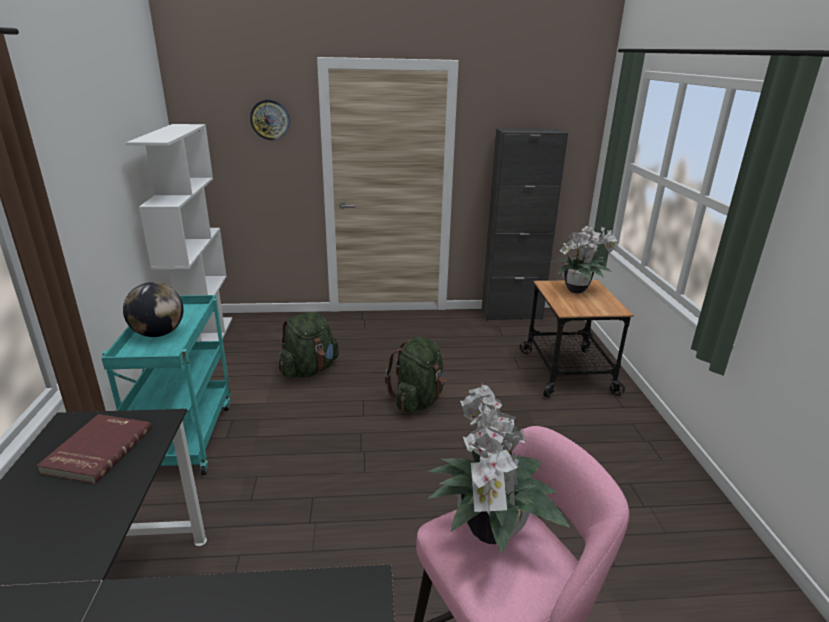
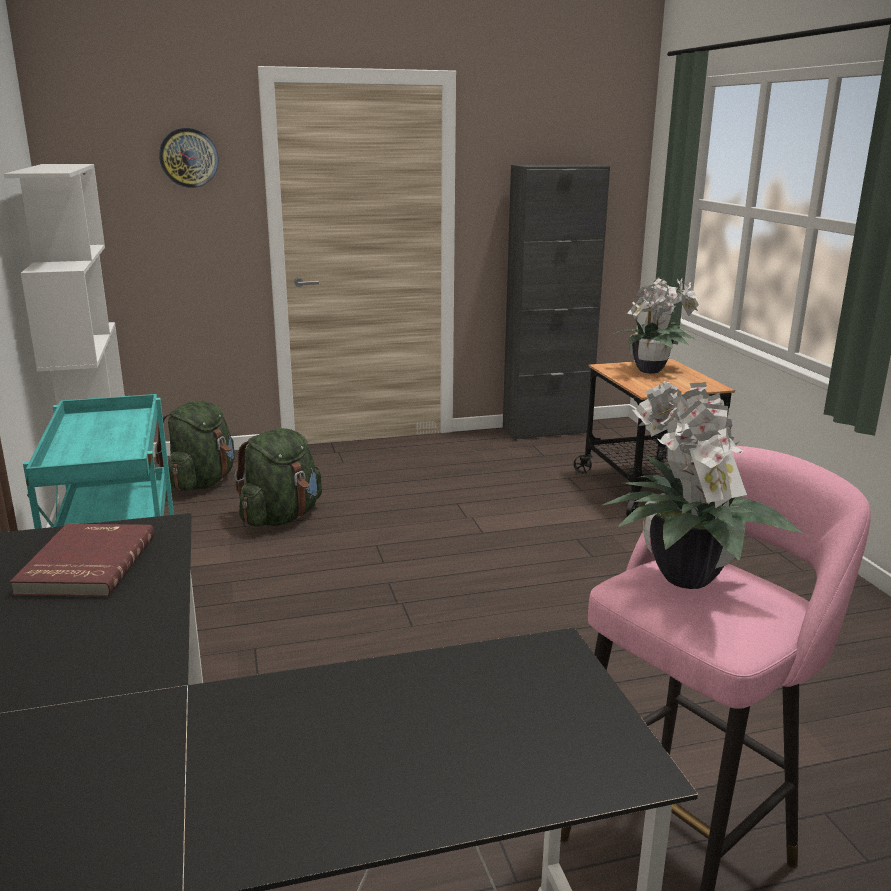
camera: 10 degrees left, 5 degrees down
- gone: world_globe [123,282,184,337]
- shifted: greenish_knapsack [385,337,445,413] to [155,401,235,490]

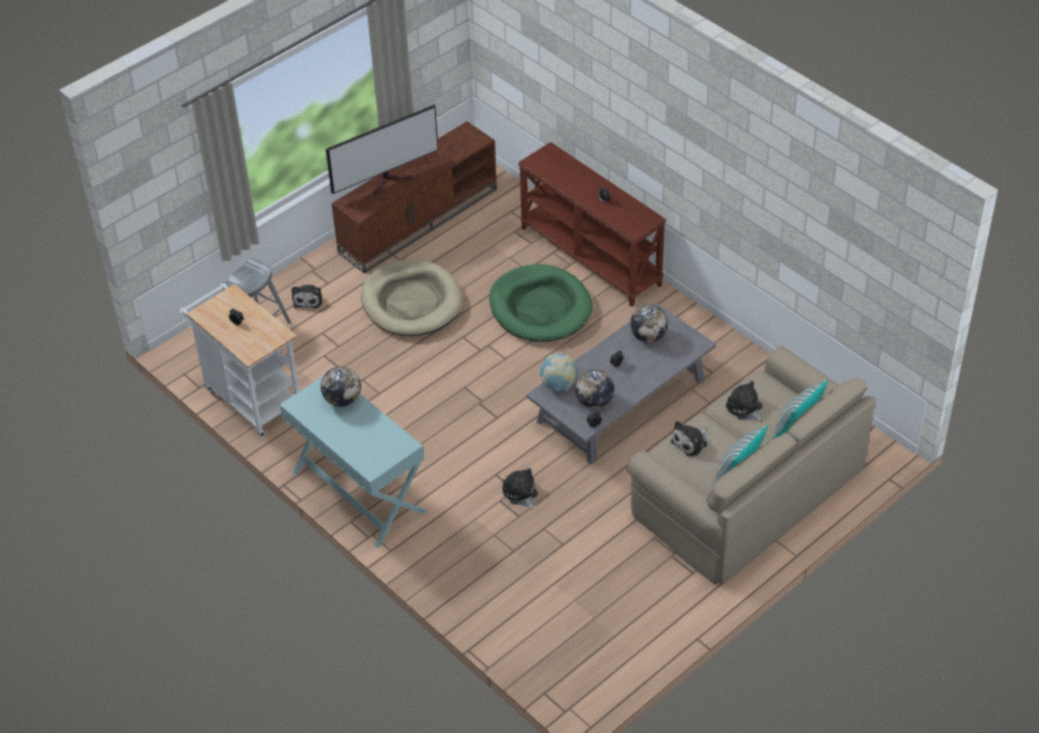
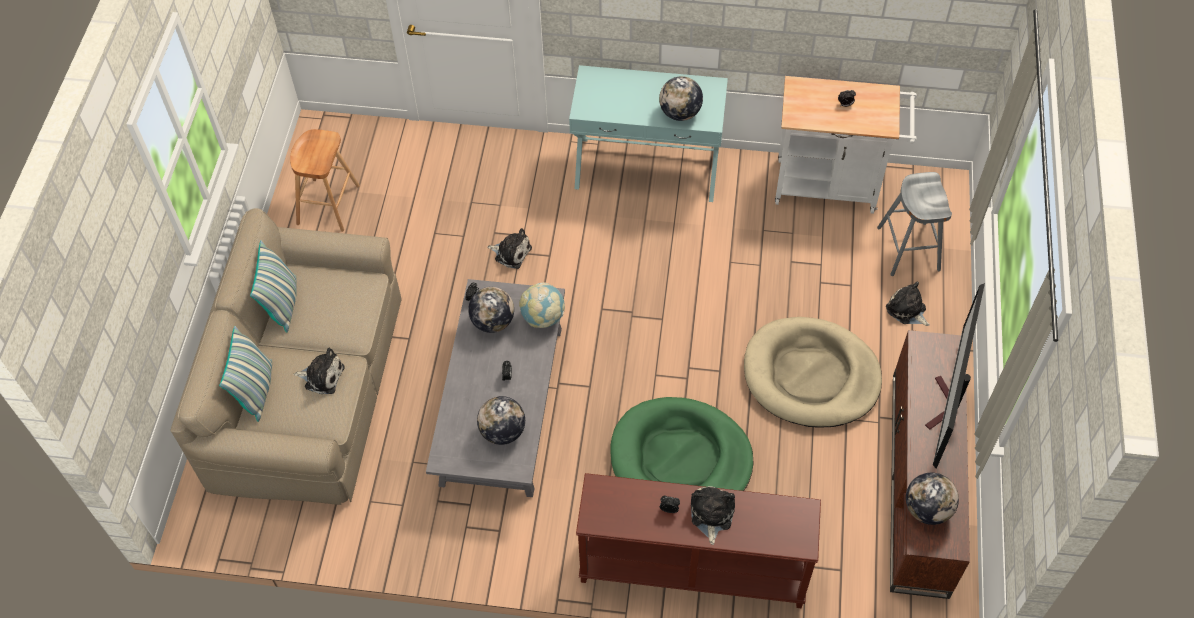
camera: 140 degrees right, 10 degrees up
- shifted: cuddly_toy [671,421,707,457] to [691,486,735,545]
- new: brownish_sitting_stool [290,129,360,232]
- new: world_globe [906,473,959,525]

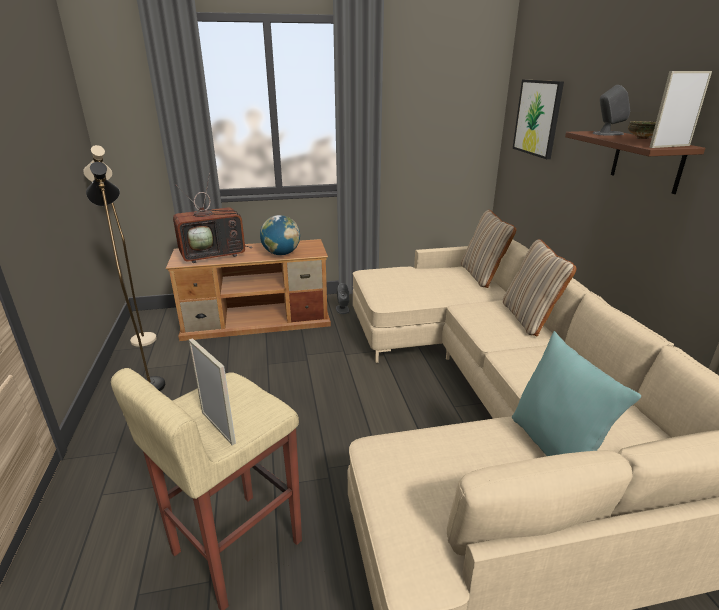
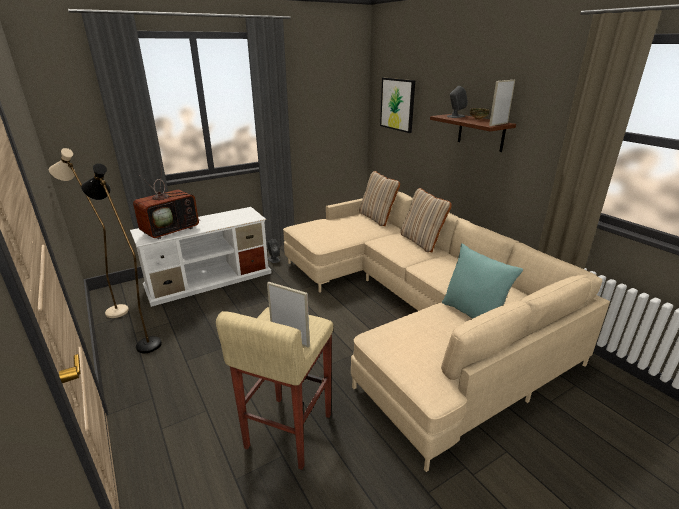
camera: 20 degrees left, 0 degrees up
- repainted: brownish_media_console [166,239,331,341] to white-coloured_media_console [130,207,272,307]
- gone: world_globe [260,215,300,255]

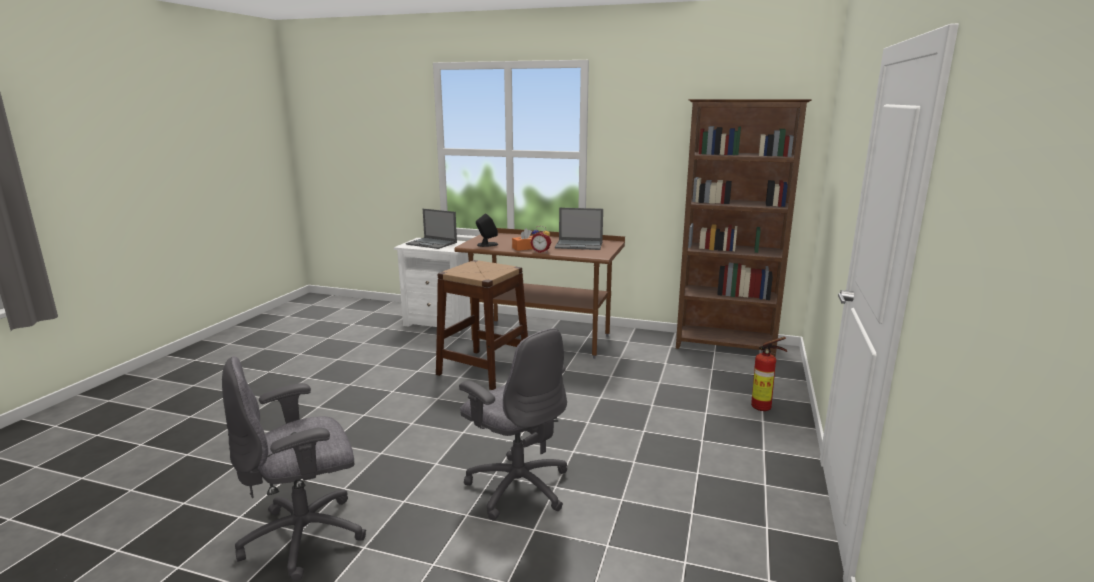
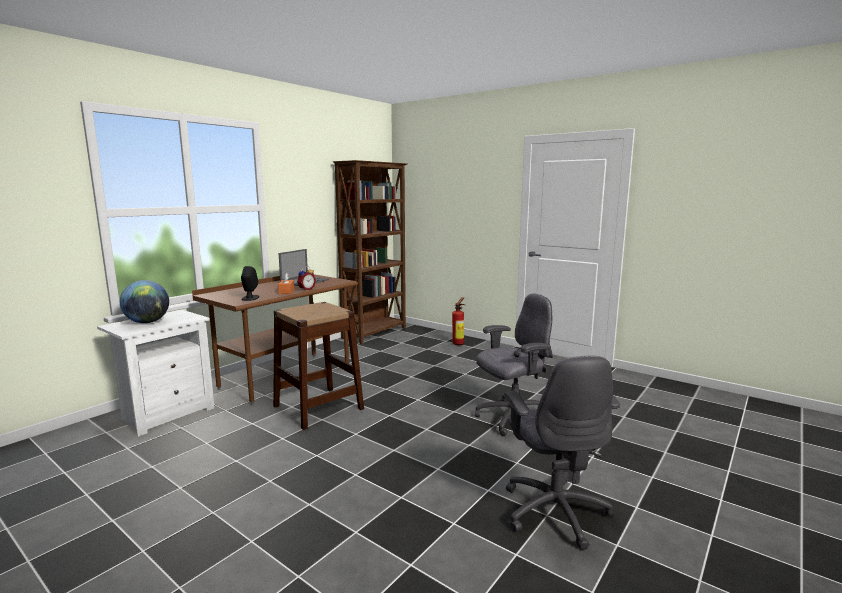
camera: 70 degrees left, 5 degrees down
- swapped: portable_computer [406,209,457,249] to world_globe [120,280,169,323]

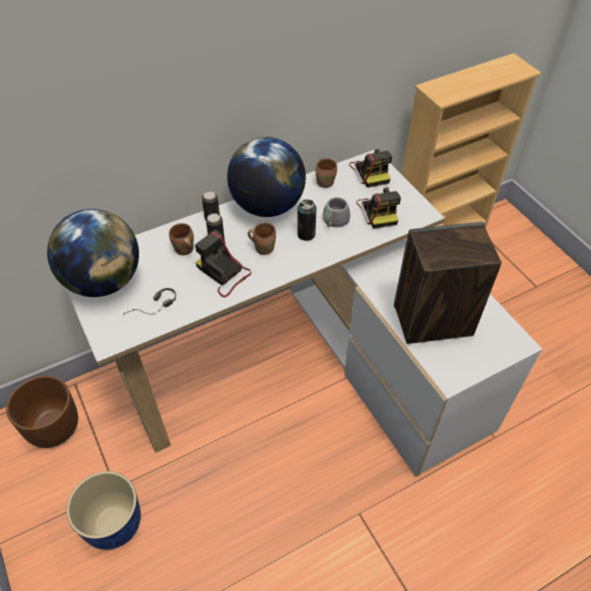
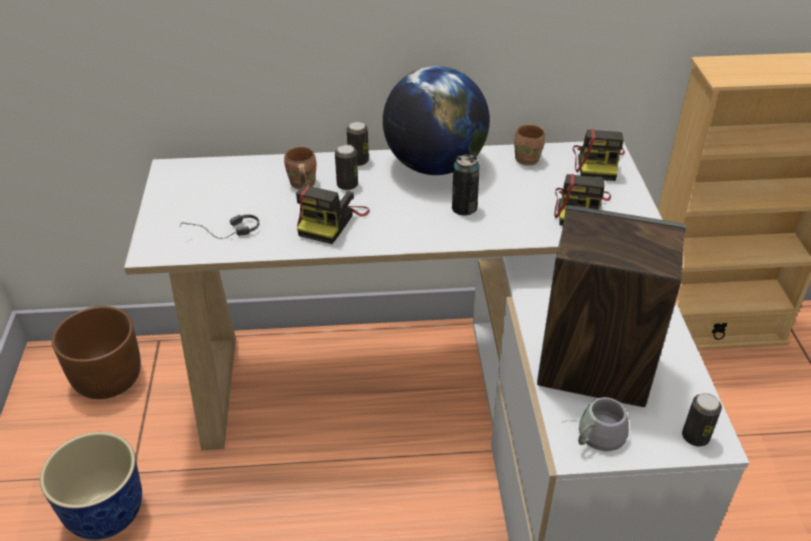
camera: 25 degrees right, 10 degrees down
- gone: world_globe [47,209,139,297]
- rotated: photo_camera [195,230,251,297] = [296,185,370,244] 135 degrees counterclockwise
- gone: brownish_coffee_mug [248,222,276,255]
- shifted: gray_coffee_mug [317,197,350,227] to [562,397,629,451]
- new: metal_can [682,393,722,447]

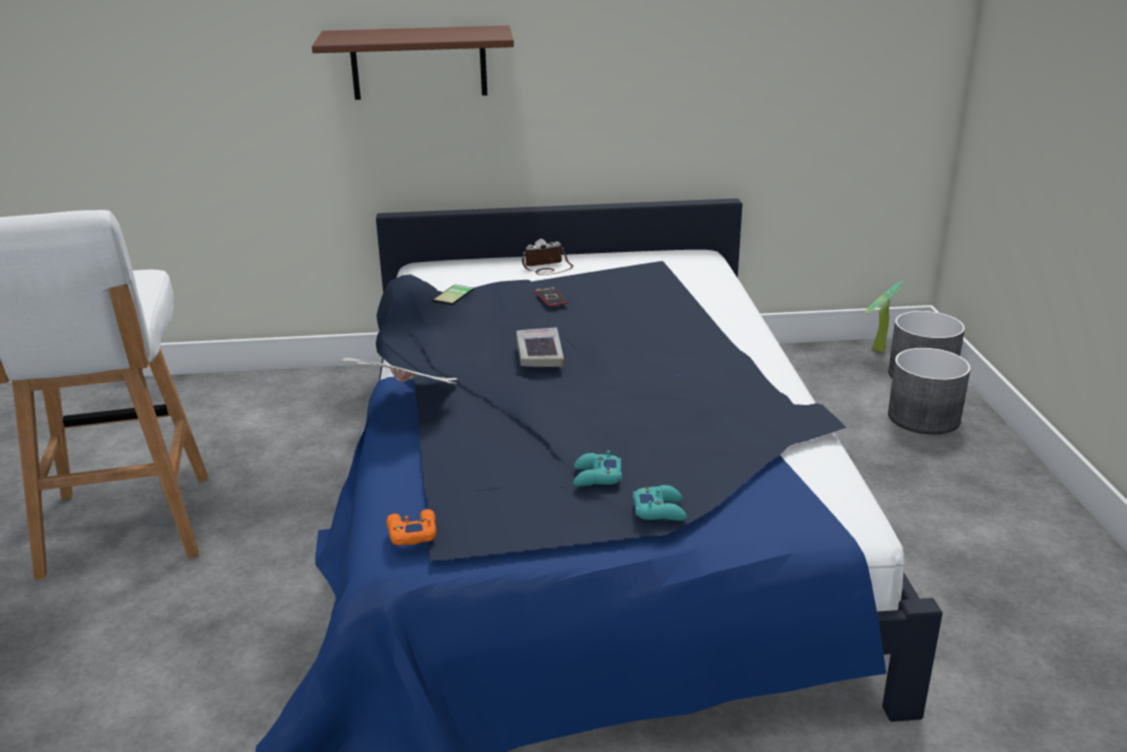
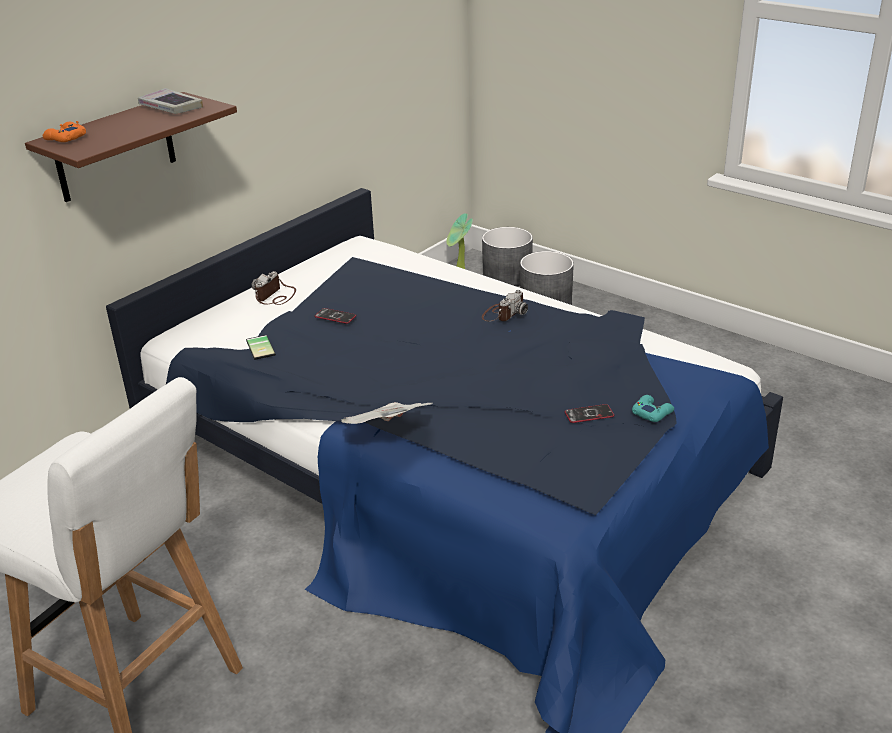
camera: 45 degrees left, 5 degrees up
- shifted: orange-coloured_gamepad [386,509,436,545] to [43,121,86,142]
- shifted: book [516,328,564,367] to [138,88,203,114]
- swapped: blue-green_gamepad [573,450,622,487] to telephone [564,404,614,423]
- new: photo_camera [482,290,528,321]

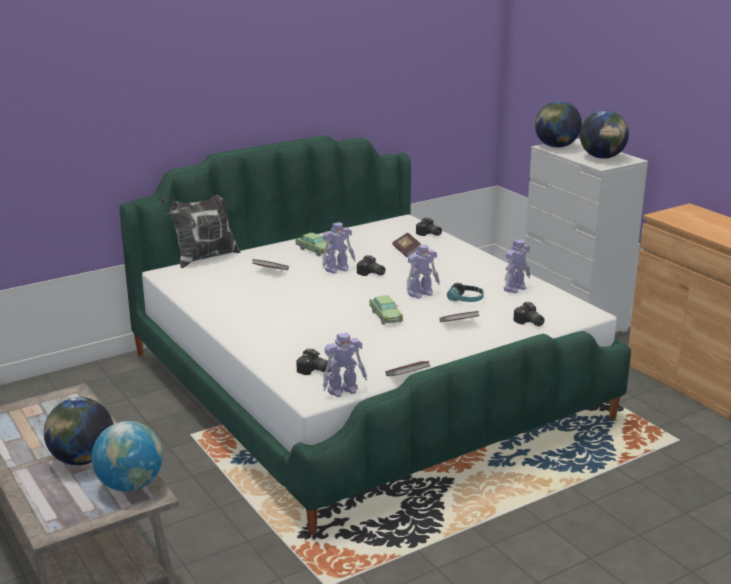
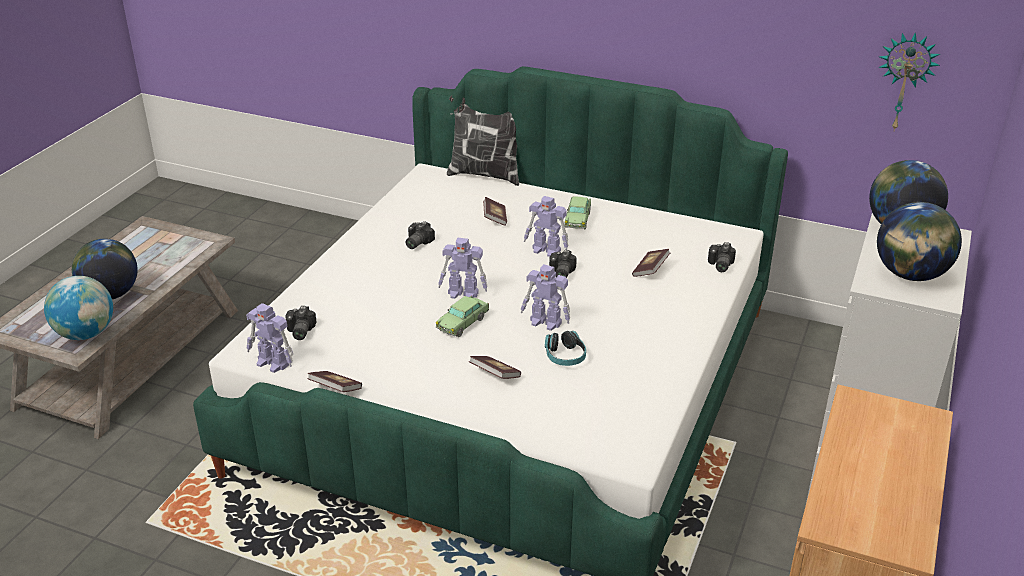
camera: 55 degrees right, 10 degrees up
- shifted: robot_figure [504,239,530,293] to [438,238,488,299]
- shifted: photo_camera [513,301,545,326] to [406,221,435,249]
- new: hanging_clock [879,32,940,132]

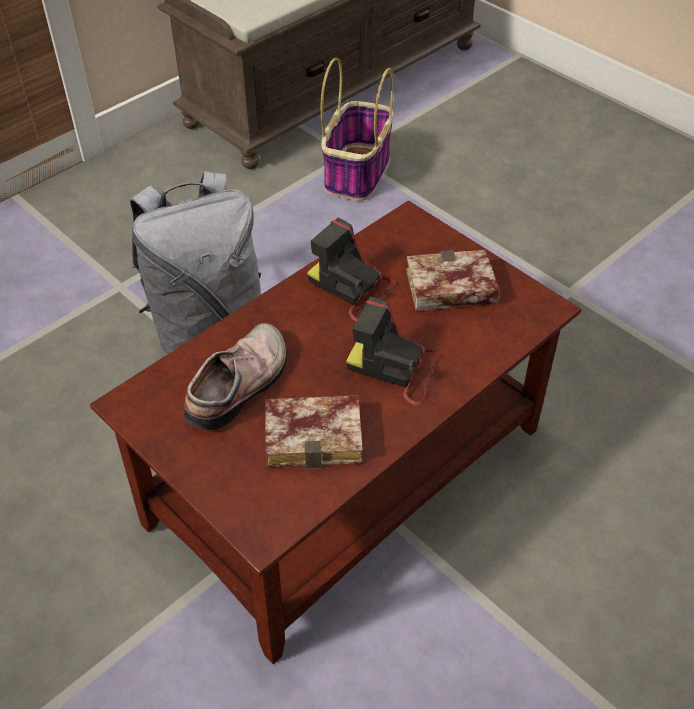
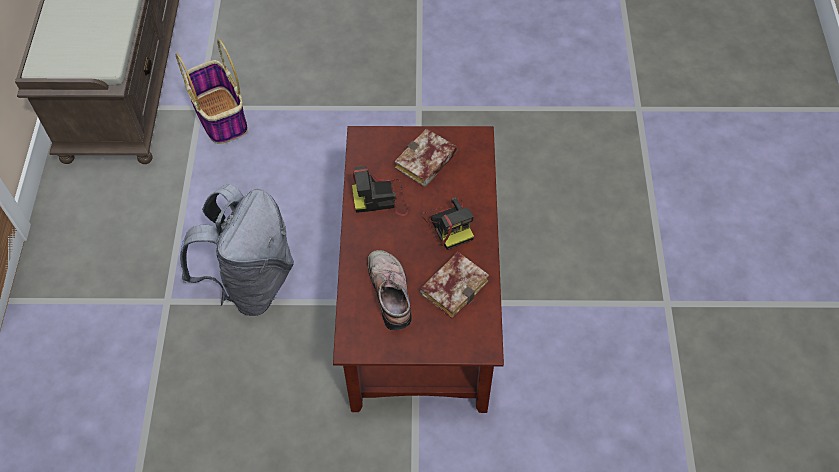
camera: 45 degrees left, 10 degrees up
- rotated: photo_camera [346,296,440,405] = [422,197,474,250] 90 degrees counterclockwise

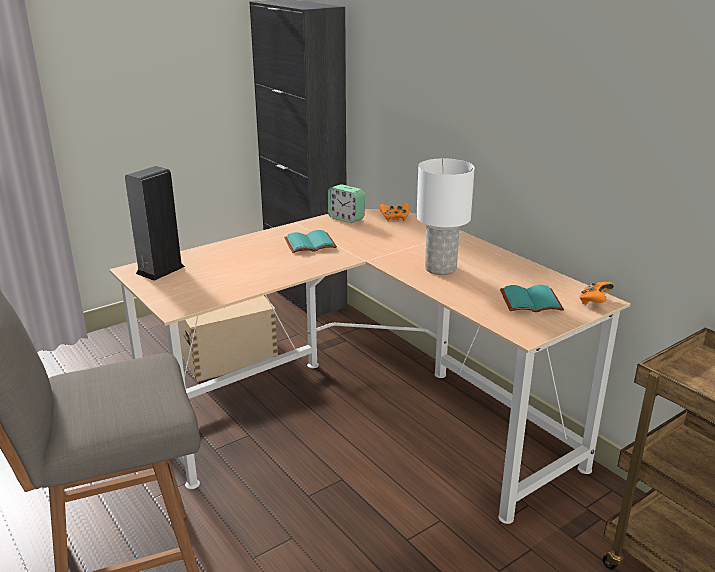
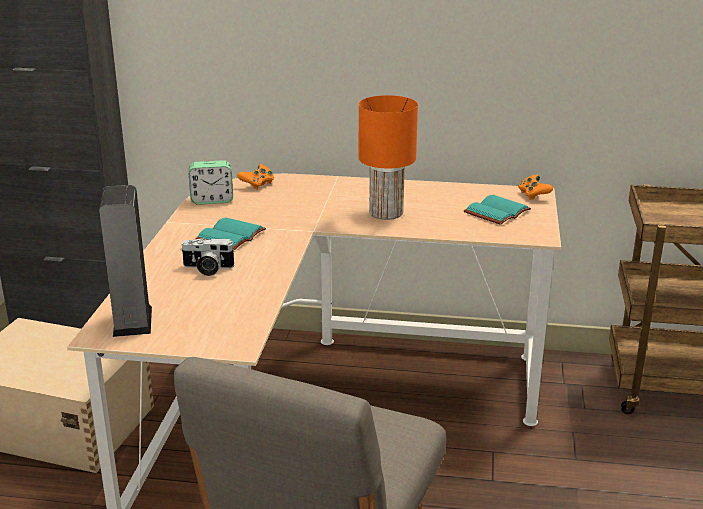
camera: 45 degrees left, 0 degrees up
- repainted: white-coloured_table_lamp [416,158,475,275] to orange-coloured_table_lamp [359,95,418,220]
- new: photo_camera [180,238,235,276]

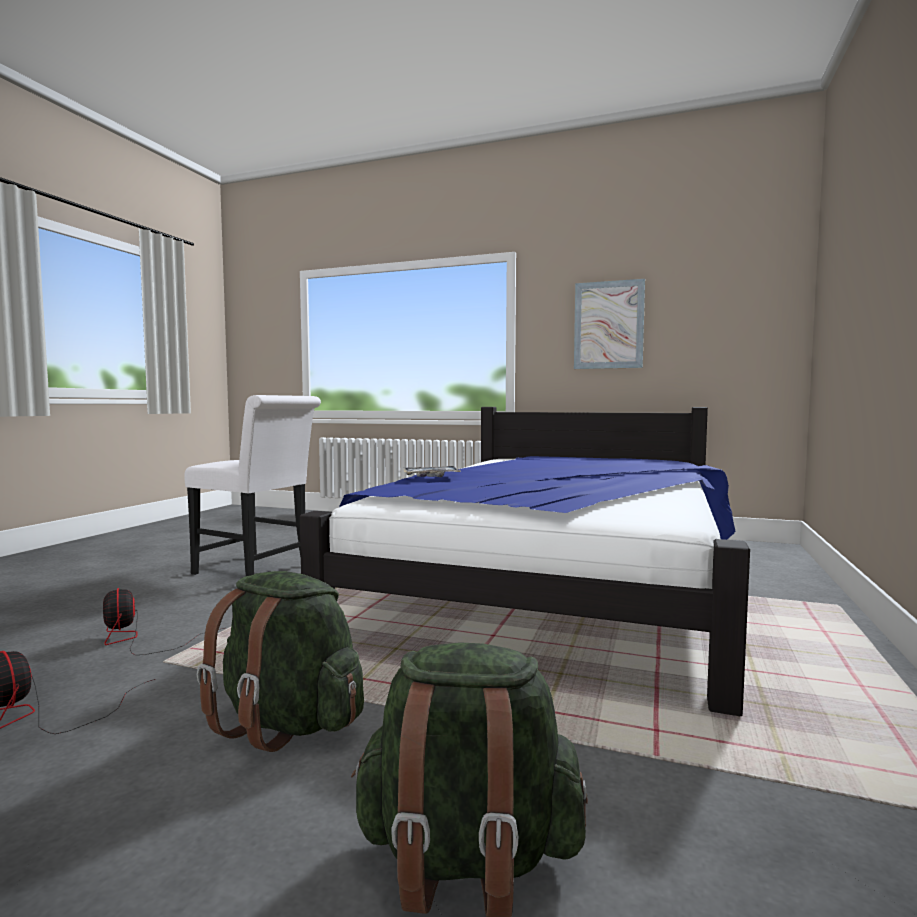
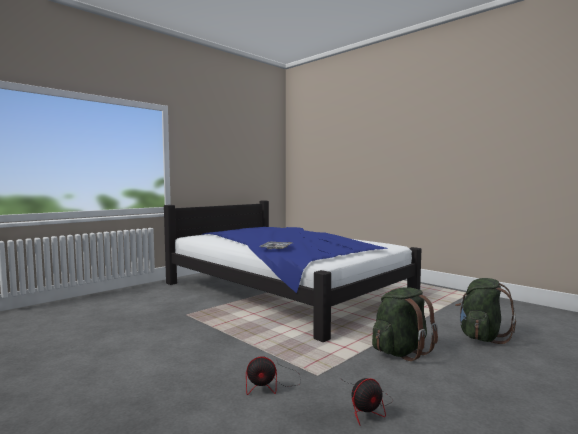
camera: 65 degrees left, 0 degrees up
- gone: white-coloured_chair [184,395,321,576]
- gone: picture [574,279,645,369]

